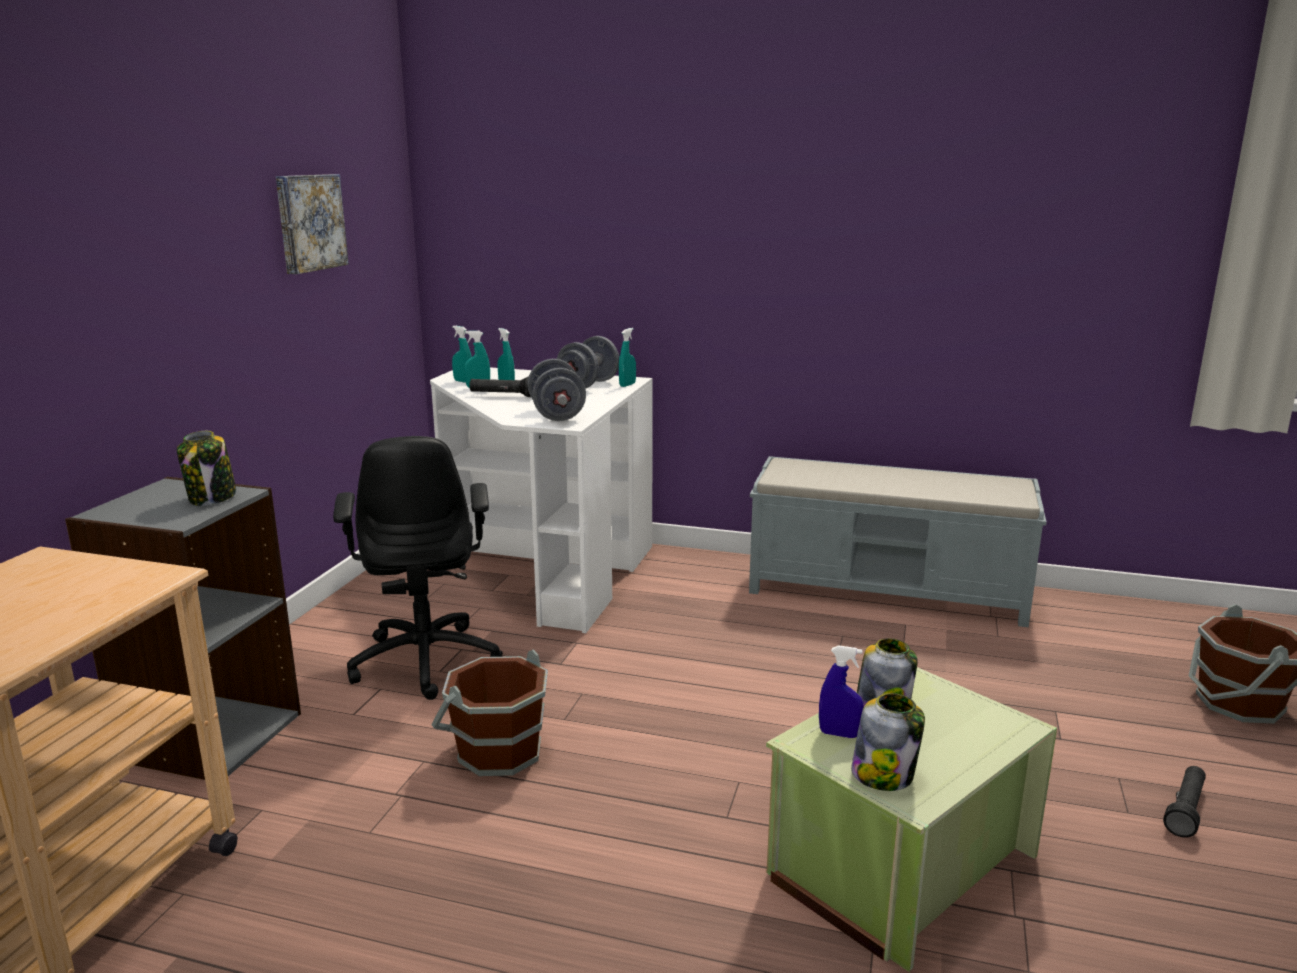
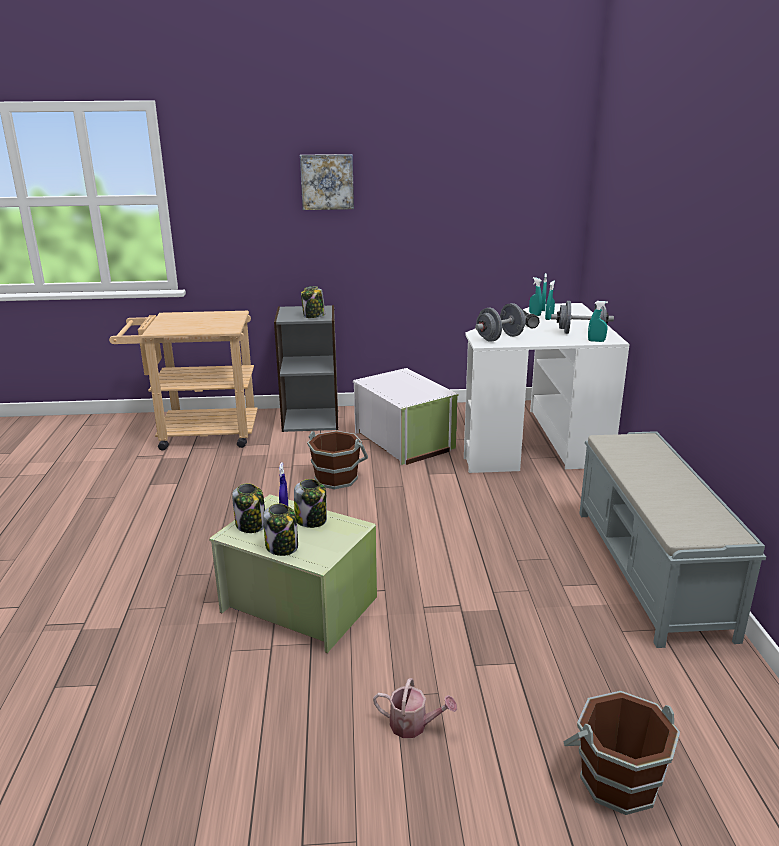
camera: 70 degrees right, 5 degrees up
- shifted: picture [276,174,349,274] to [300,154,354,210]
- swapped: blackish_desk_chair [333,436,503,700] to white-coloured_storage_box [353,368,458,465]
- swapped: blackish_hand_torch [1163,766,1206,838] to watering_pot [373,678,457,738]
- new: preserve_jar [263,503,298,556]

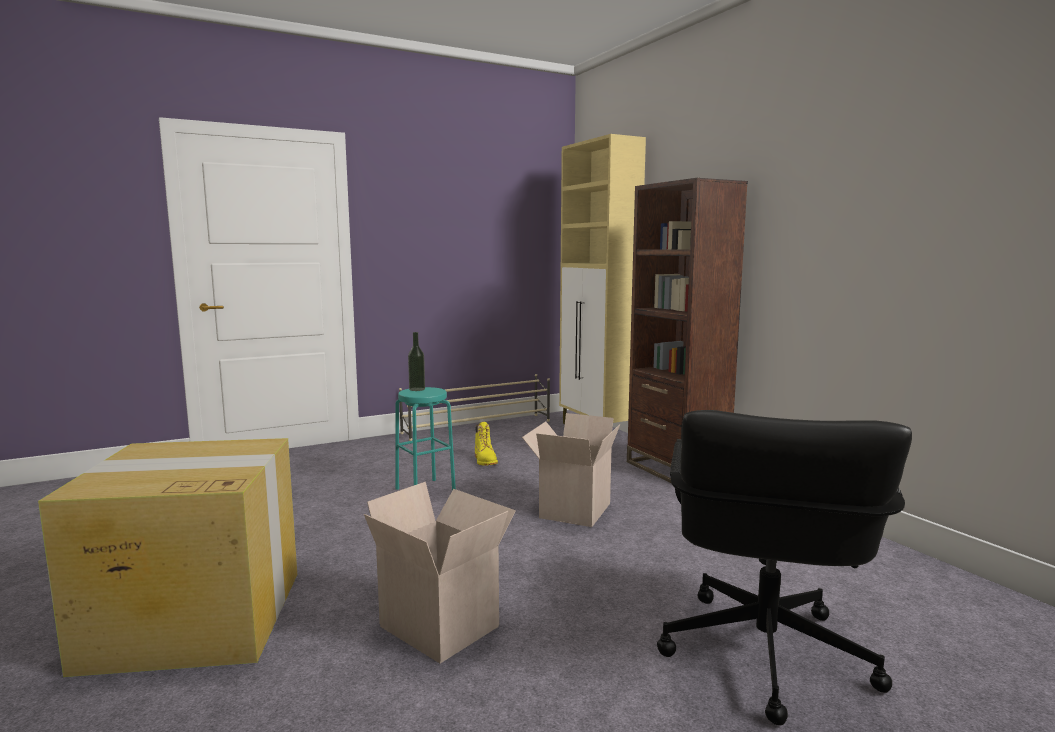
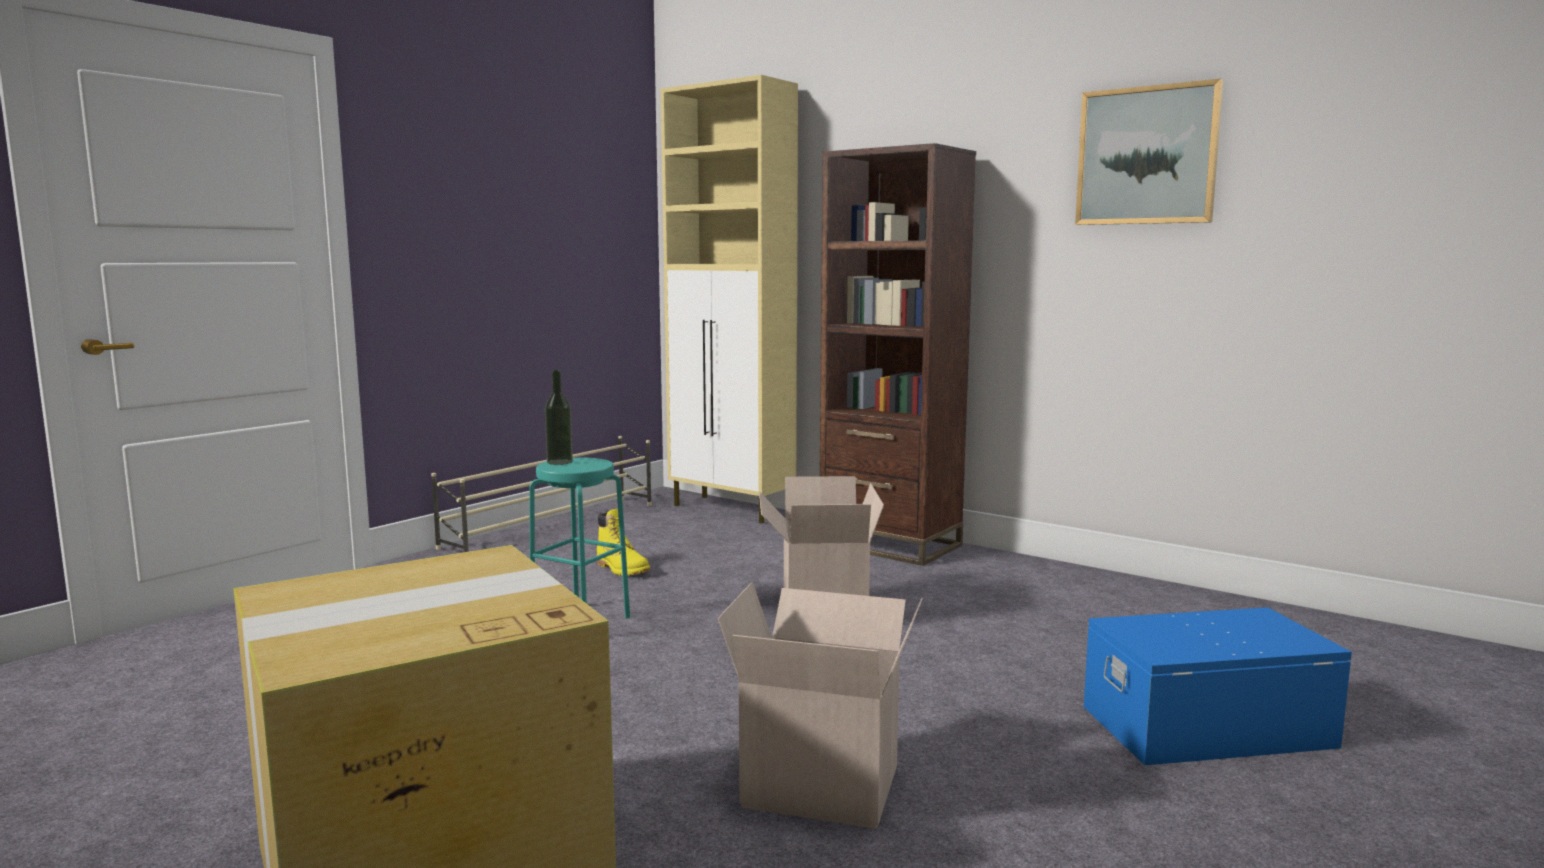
camera: 25 degrees left, 0 degrees up
- swapped: blackish_desk_chair [657,410,912,726] to bluish_storage_box [1084,607,1352,765]
- new: picture [1075,79,1223,225]

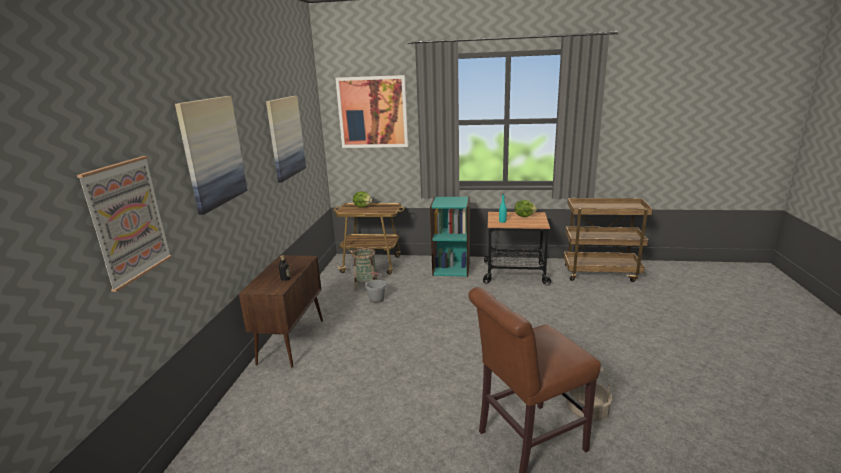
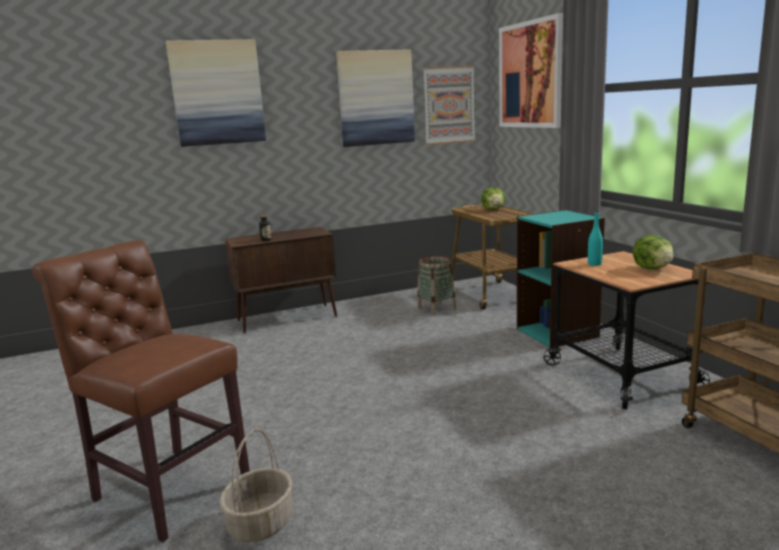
camera: 60 degrees right, 5 degrees down
- shifted: picture [77,156,172,292] to [423,66,475,145]
- gone: gray_bucket [365,272,387,303]

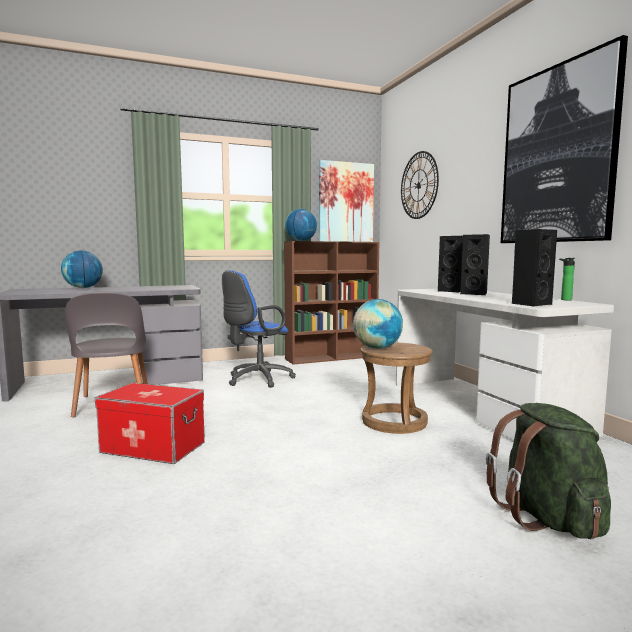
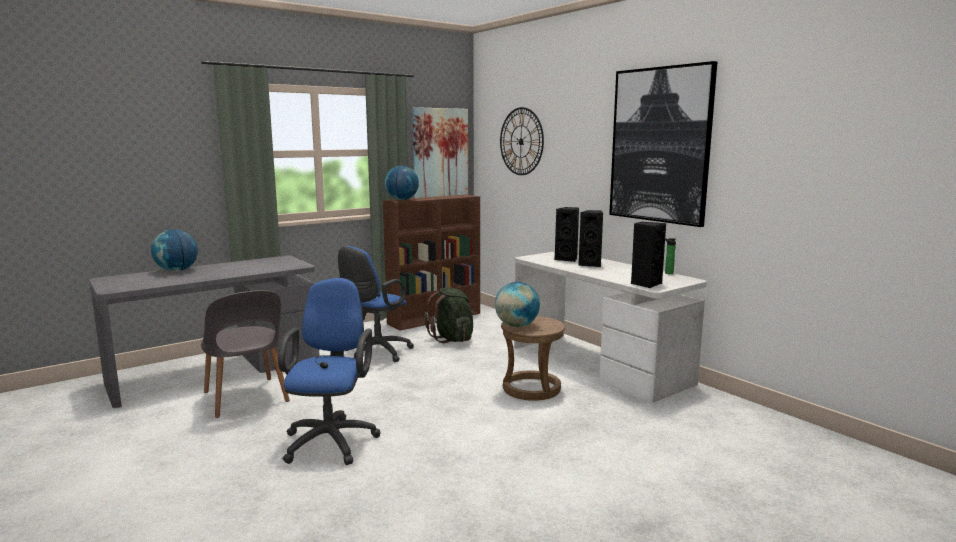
camera: 15 degrees left, 5 degrees up
- swapped: storage_box [95,383,205,464] to bluish_desk_chair [278,278,381,465]
- shifted: greenish_knapsack [486,403,611,539] to [425,287,474,343]

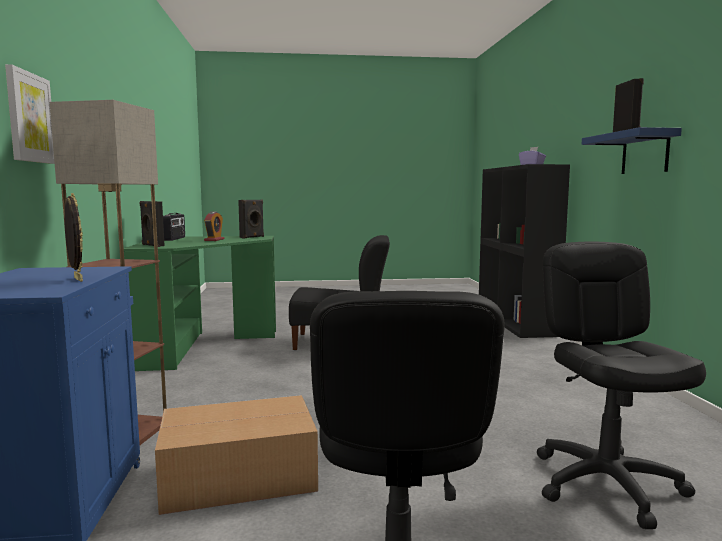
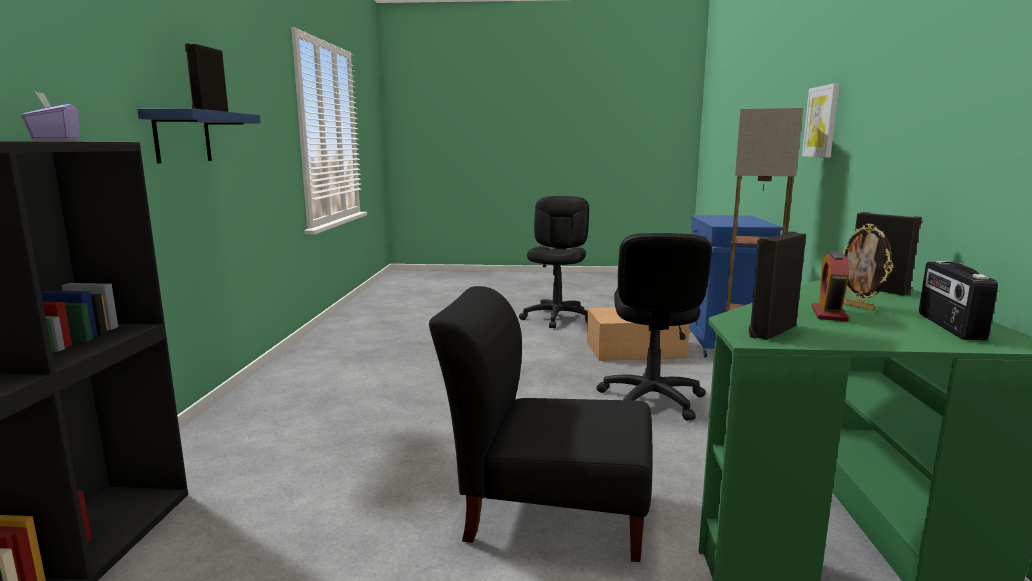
camera: 170 degrees left, 5 degrees up
- shifted: standing_frame [64,193,83,282] to [843,223,894,311]
- shifted: blackish_desk_chair [537,242,706,529] to [597,233,712,421]

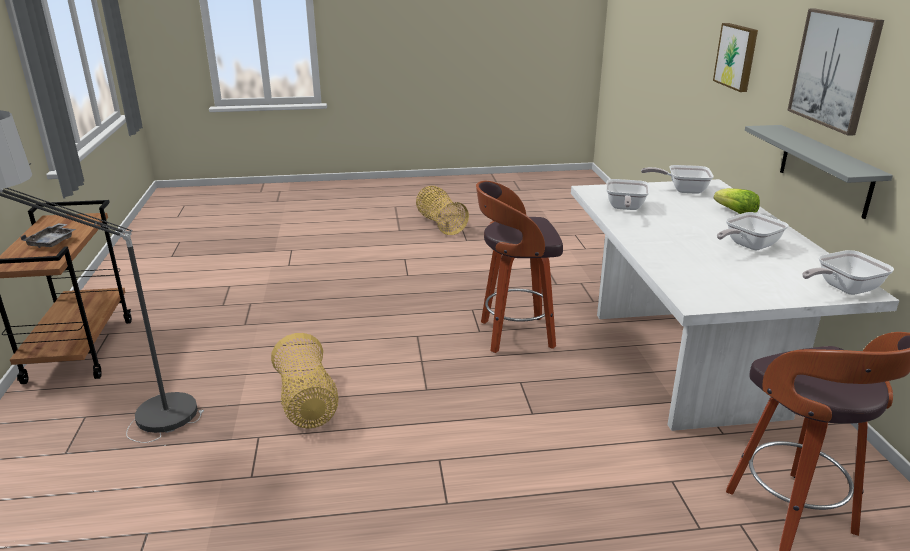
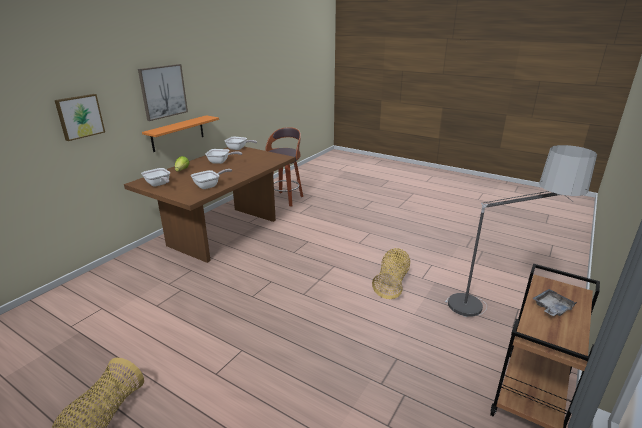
camera: 140 degrees left, 0 degrees up
- gone: sitting_stool [476,181,563,353]
- repainted: white-coloured_dinner_table [571,179,900,431] to brownish_dinner_table [124,147,295,263]
- repainted: gray_bracket_shelf [745,125,893,219] to orange-coloured_bracket_shelf [142,115,219,152]

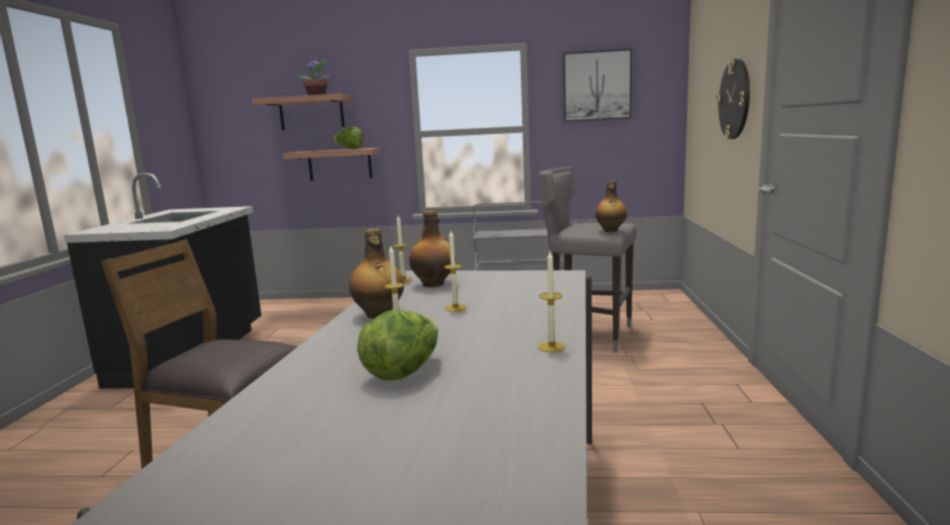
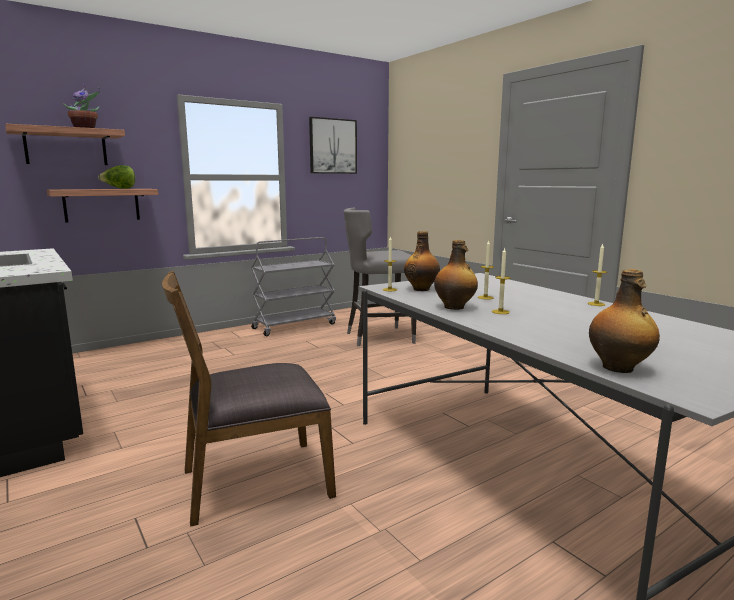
camera: 40 degrees left, 0 degrees up
- gone: lettuce_head [357,310,438,381]
- shifted: bottle [595,180,627,232] to [589,269,660,373]
- gone: hanging_clock [716,59,750,139]

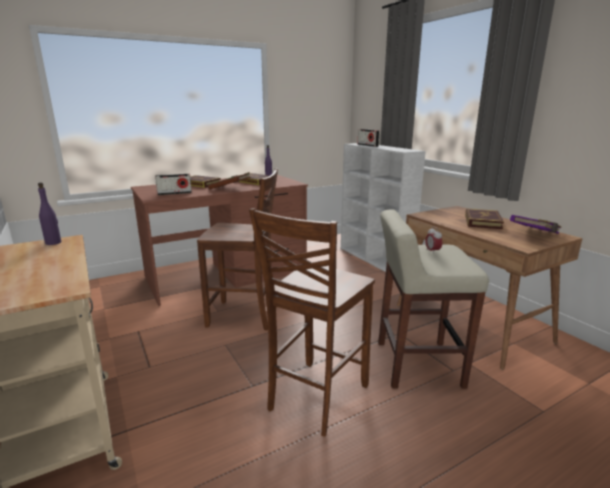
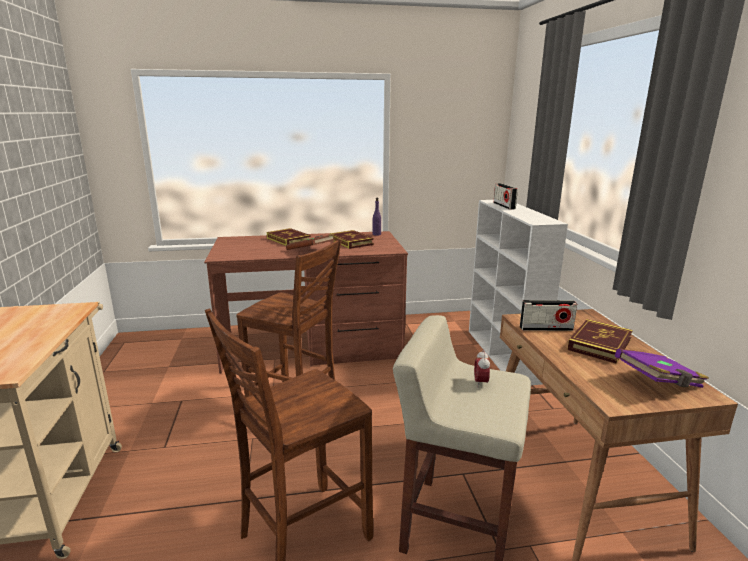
camera: 20 degrees right, 0 degrees up
- gone: purple-coloured_bottle [38,183,61,245]
- shifted: radio_receiver [155,174,192,195] to [520,300,577,331]

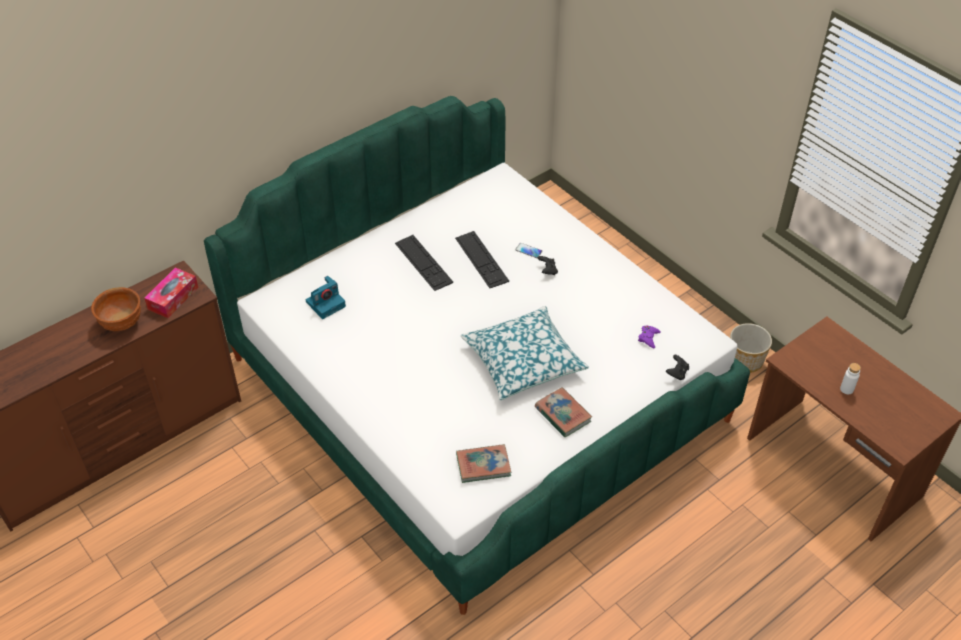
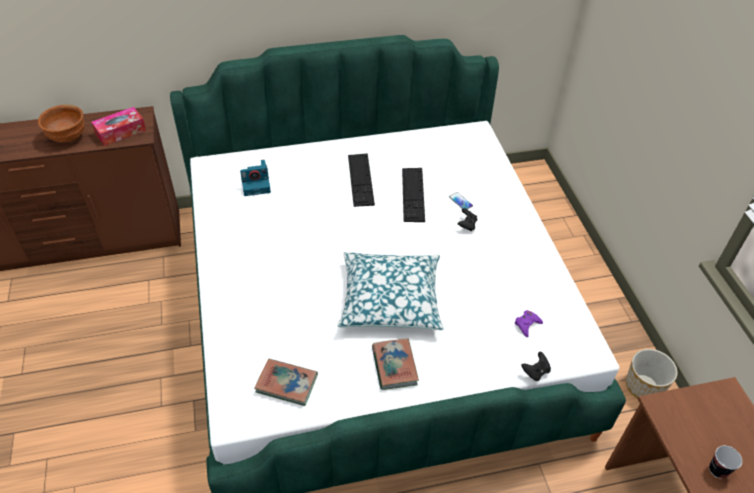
camera: 25 degrees right, 0 degrees up
- swapped: white-coloured_bottle [840,363,861,394] to drinking_cup [709,446,742,478]

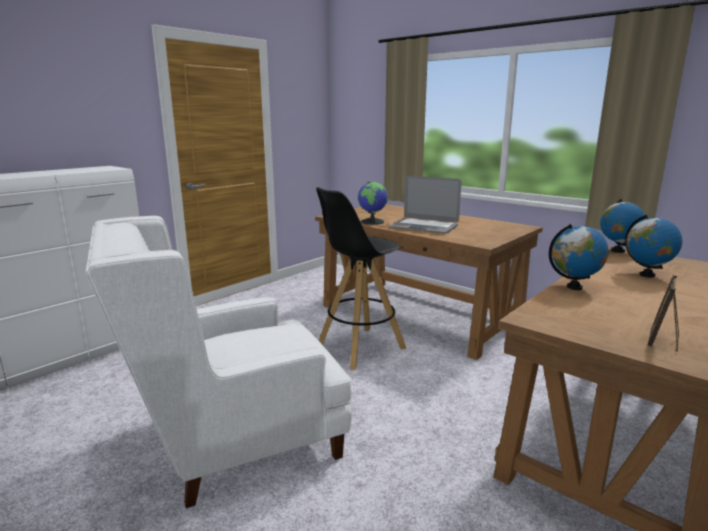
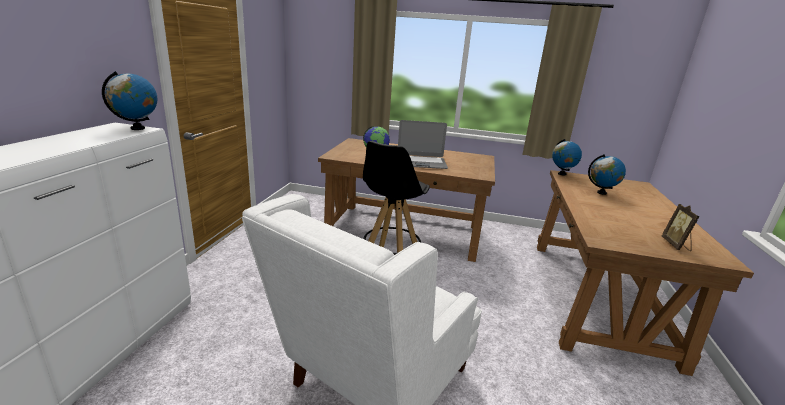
camera: 30 degrees left, 5 degrees up
- shifted: world_globe [549,224,609,290] to [102,71,158,130]

